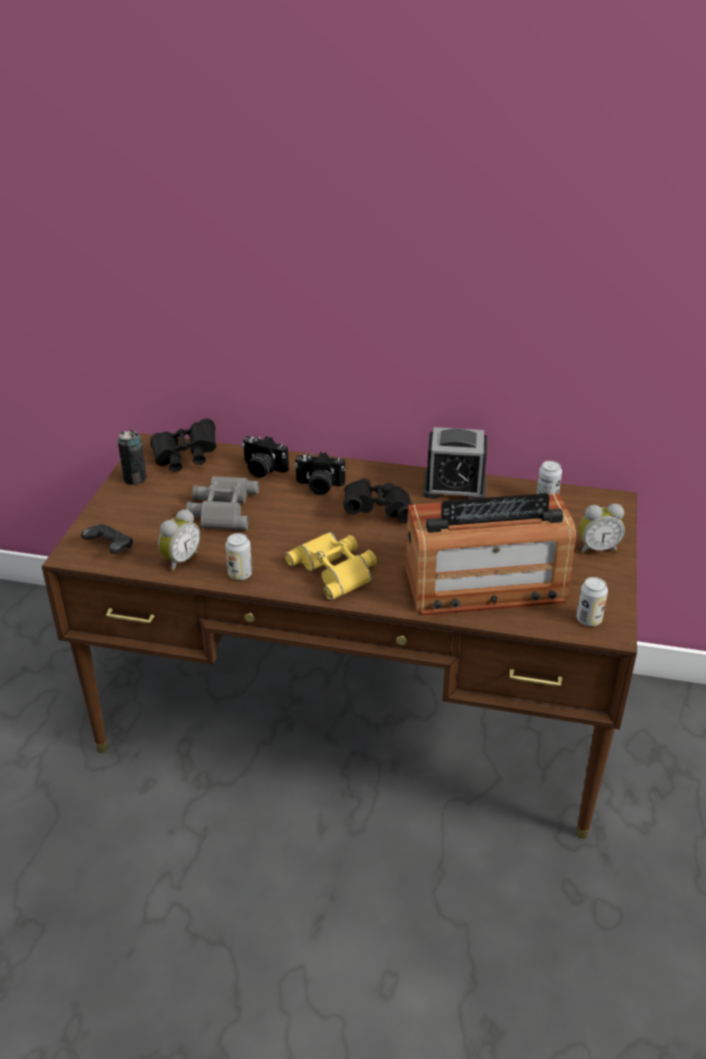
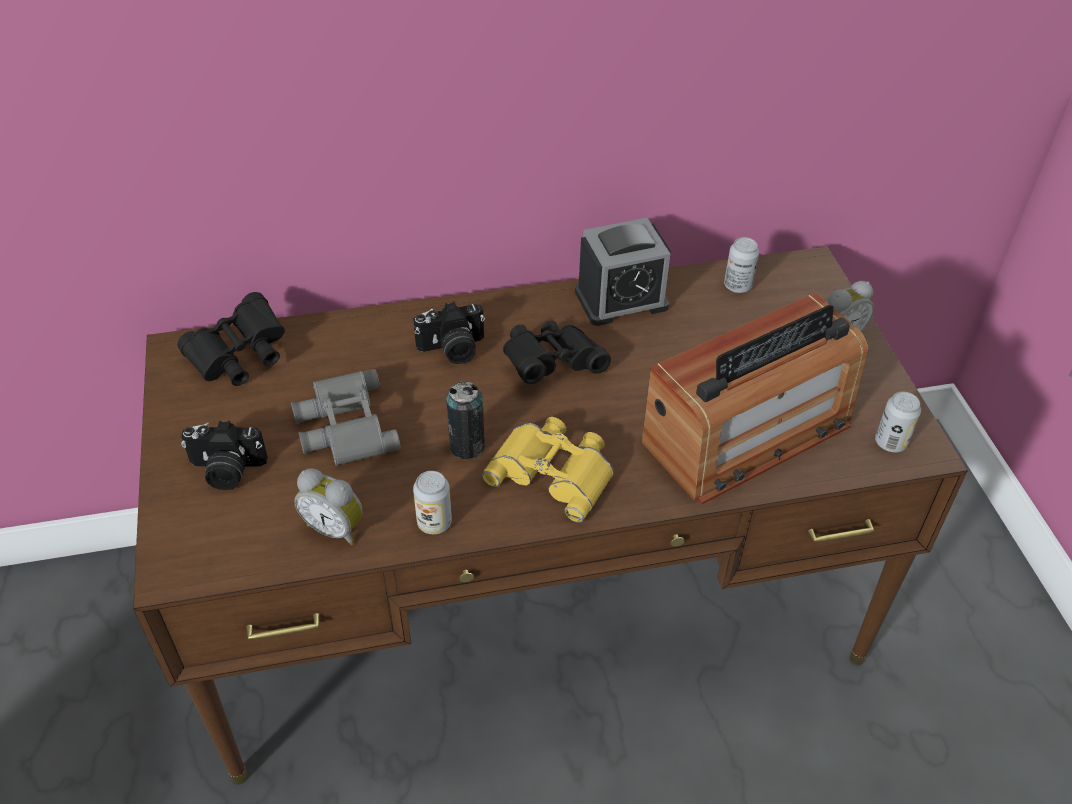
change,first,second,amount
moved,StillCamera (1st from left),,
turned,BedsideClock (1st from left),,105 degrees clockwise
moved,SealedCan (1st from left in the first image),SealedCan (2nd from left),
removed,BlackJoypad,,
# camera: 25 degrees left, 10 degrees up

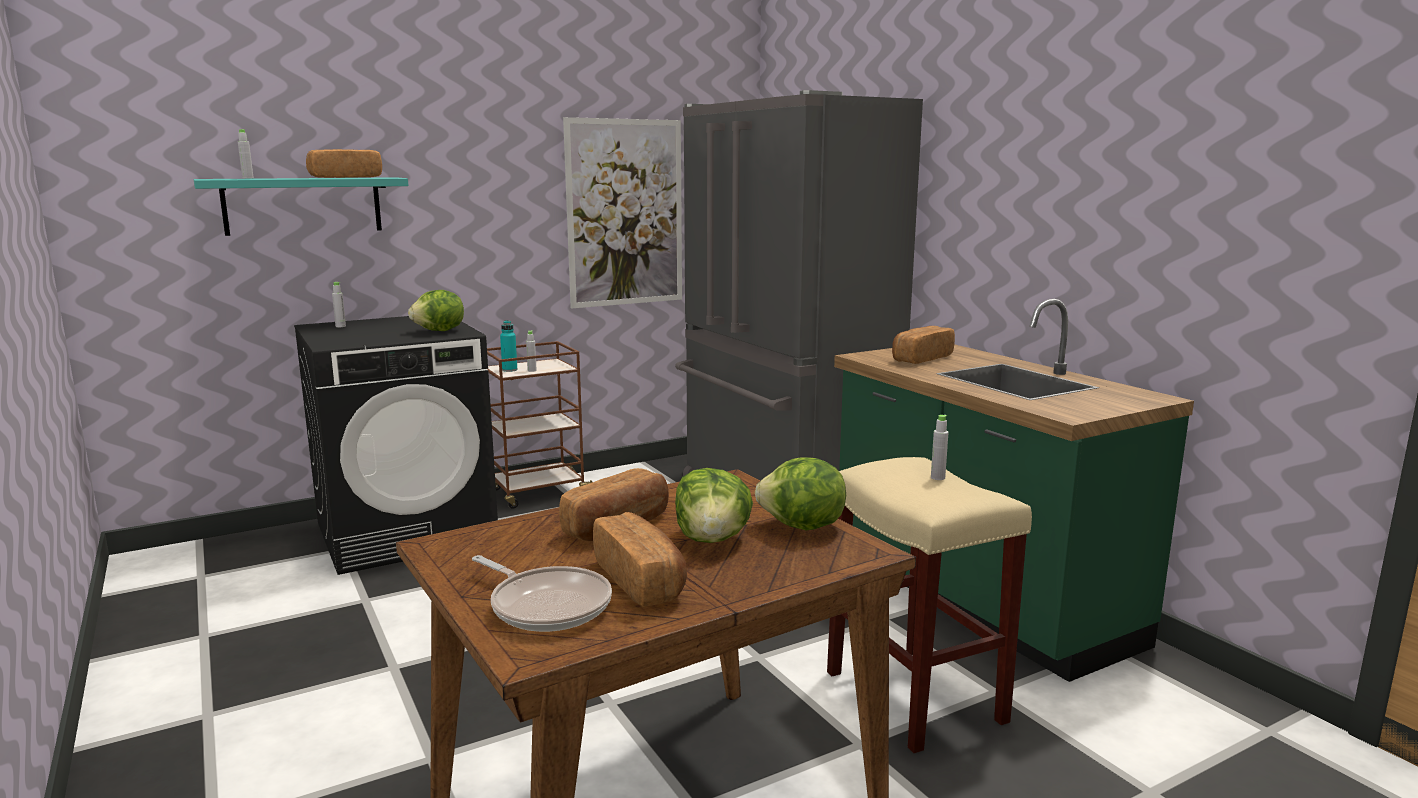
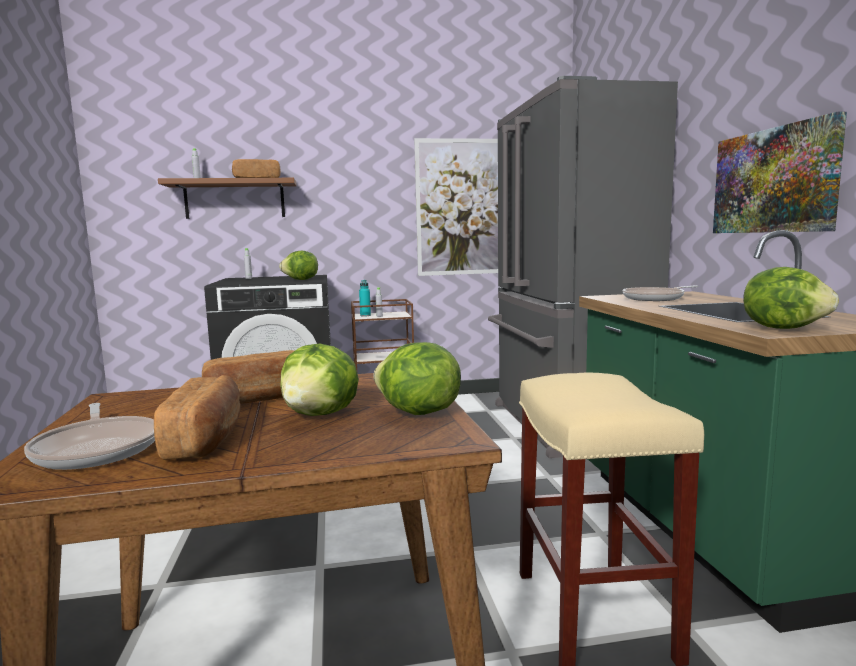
change,first,second,amount
recoloured,TurquoiseWallShelf,BrownWallShelf,
replaced,Bread (4th from left),FryingPan (2nd from left),
added,,WallArt (2nd from left),
added,,Lettuce (4th from left),
removed,GreyishDrinkBottle (4th from left),,
# camera: 20 degrees right, 5 degrees down

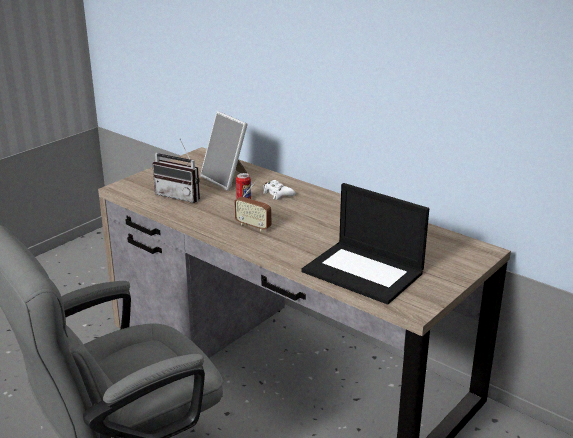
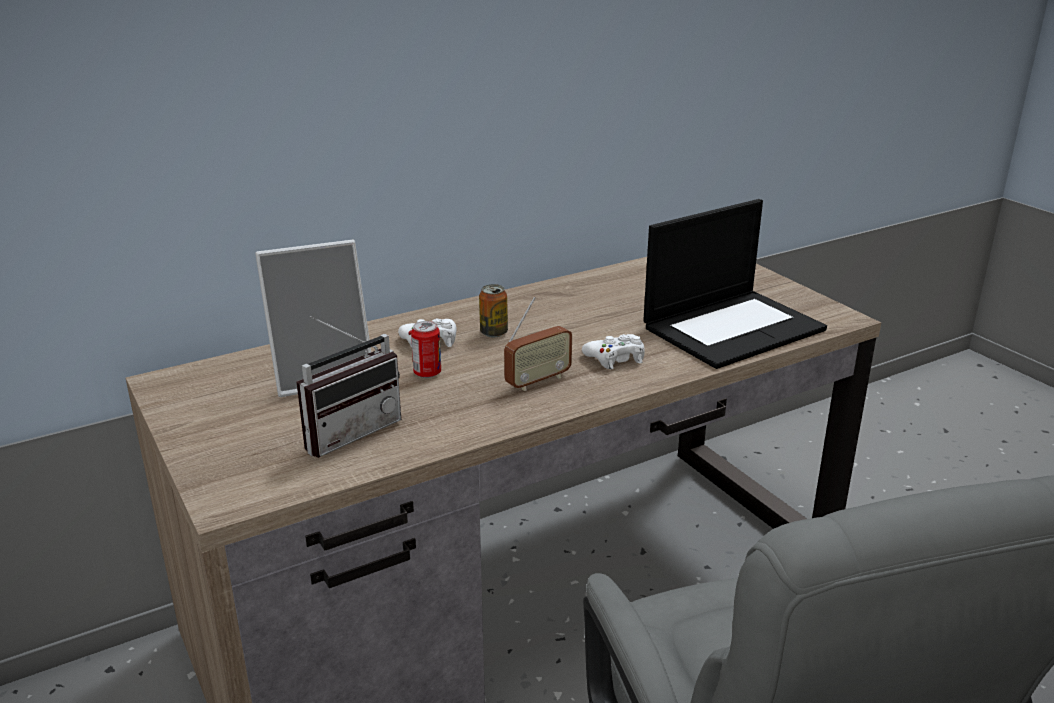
change,first,second,amount
added,,SealedCan (2nd from left),
added,,WhitishJoypad (2nd from left),
# camera: 70 degrees left, 0 degrees up

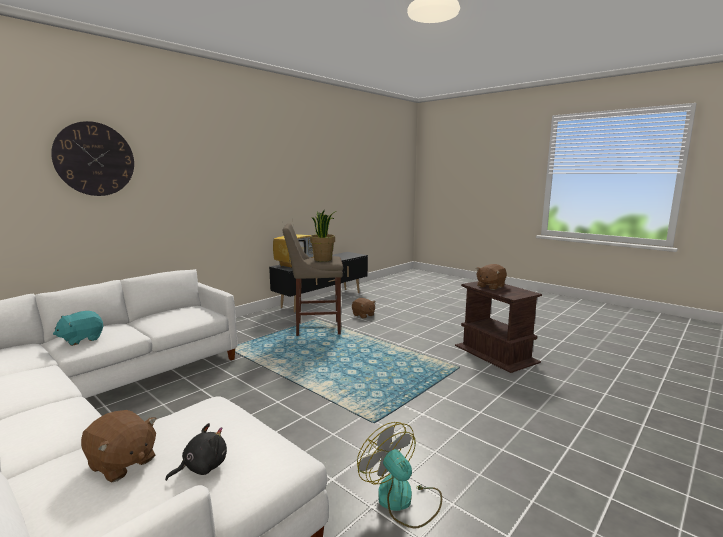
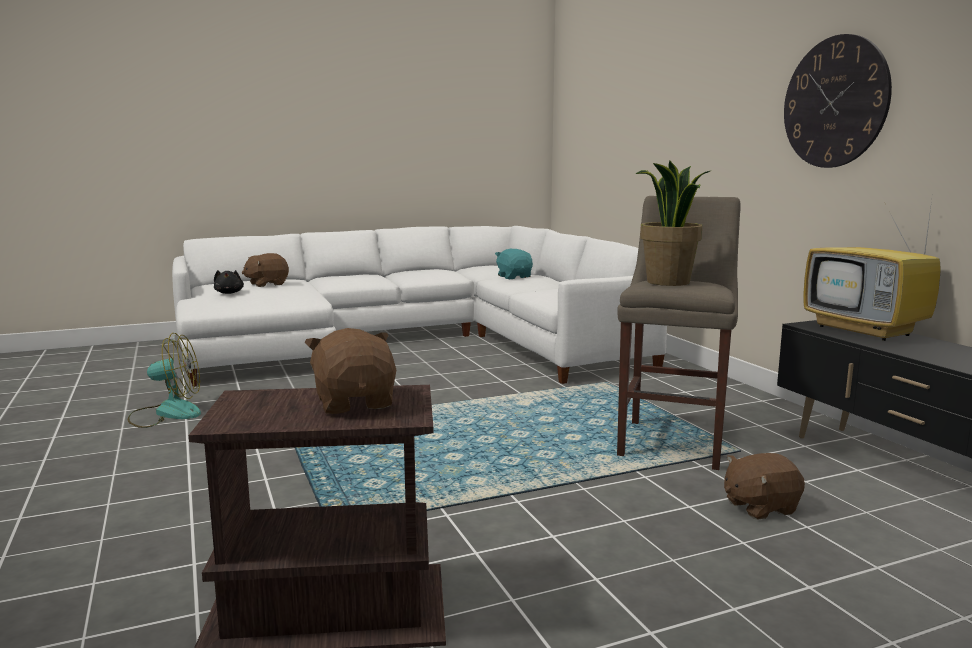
change,first,second,amount
moved,ClockOnTheWall,,
# camera: 115 degrees right, 0 degrees up

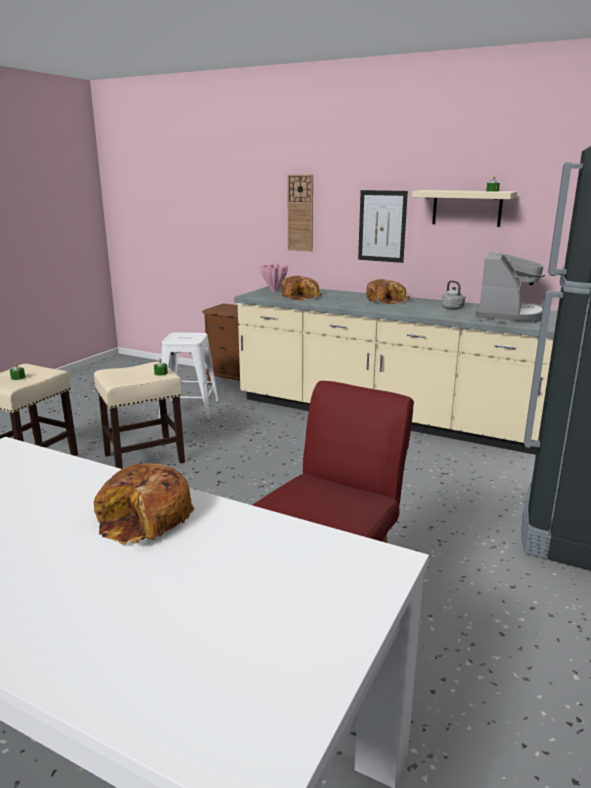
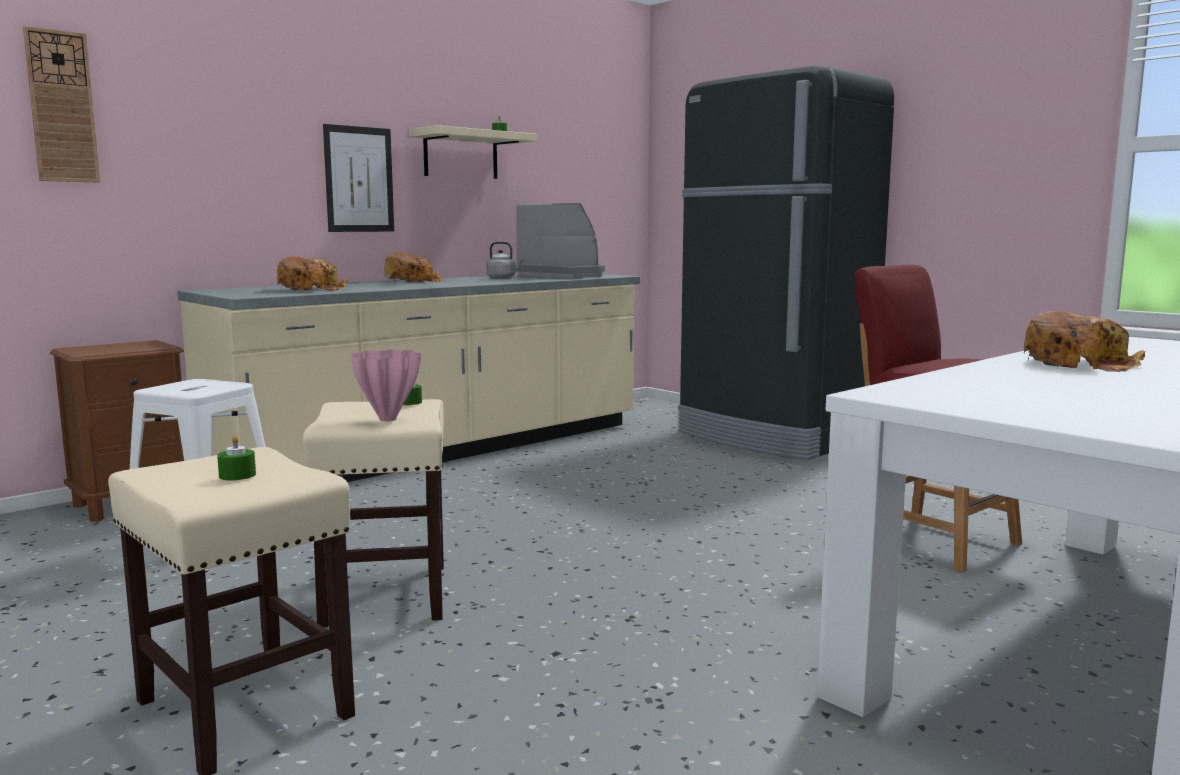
change,first,second,amount
moved,ClockOnTheWall,,
moved,PinkDecorativeVase,,
# camera: 70 degrees left, 10 degrees down

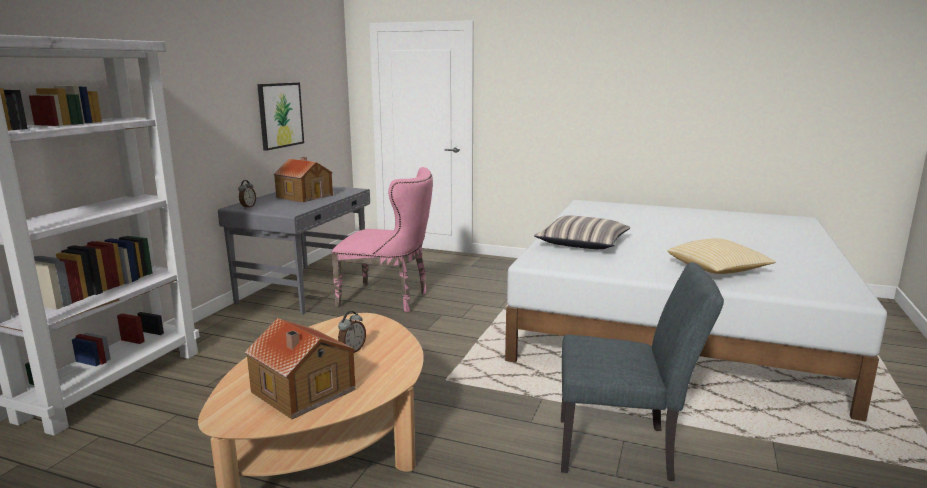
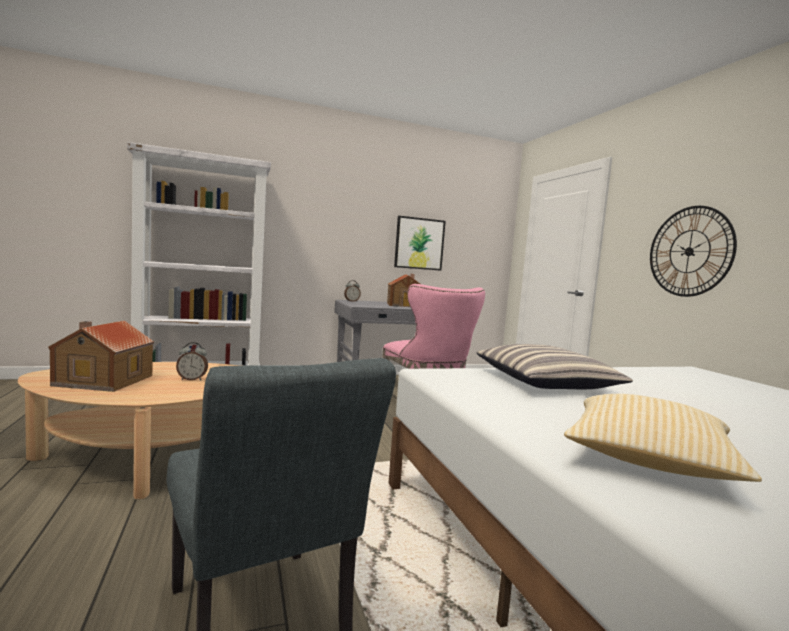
change,first,second,amount
added,,ClockOnTheWall,
# camera: 50 degrees right, 10 degrees down

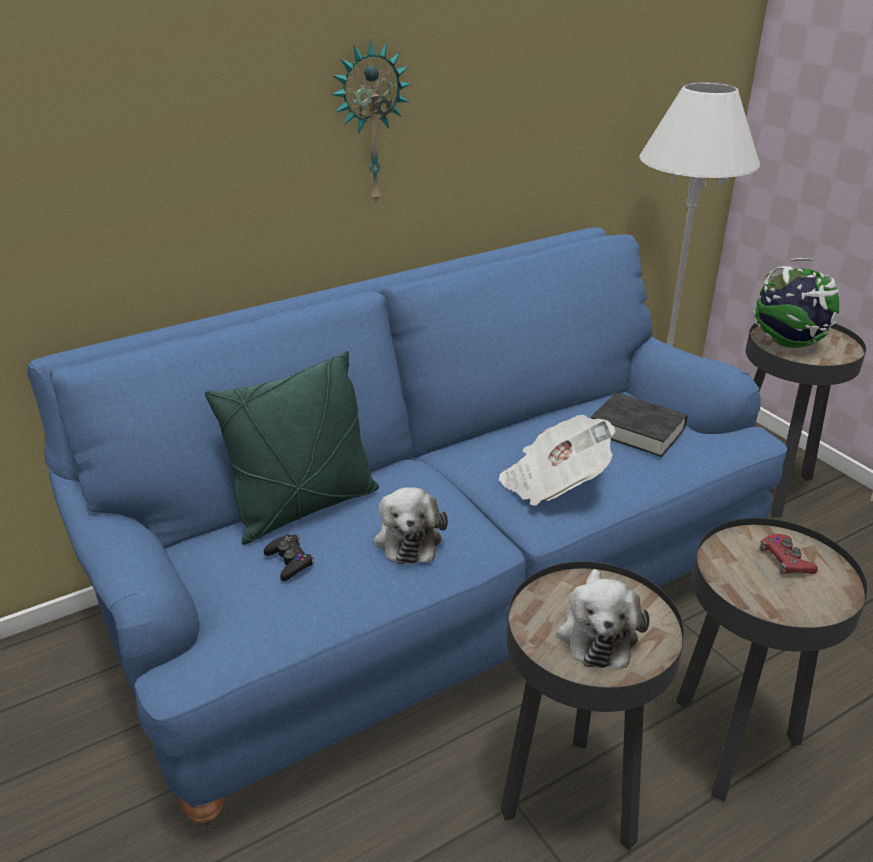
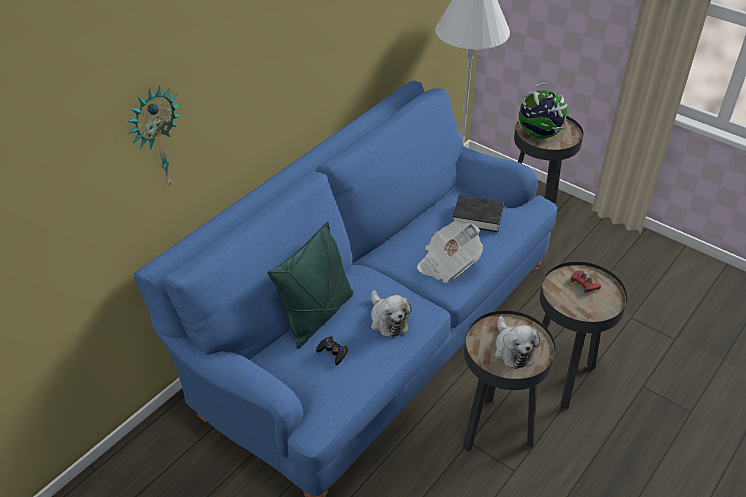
change,first,second,amount
moved,ClockOnTheWall,,
# camera: 20 degrees left, 10 degrees up

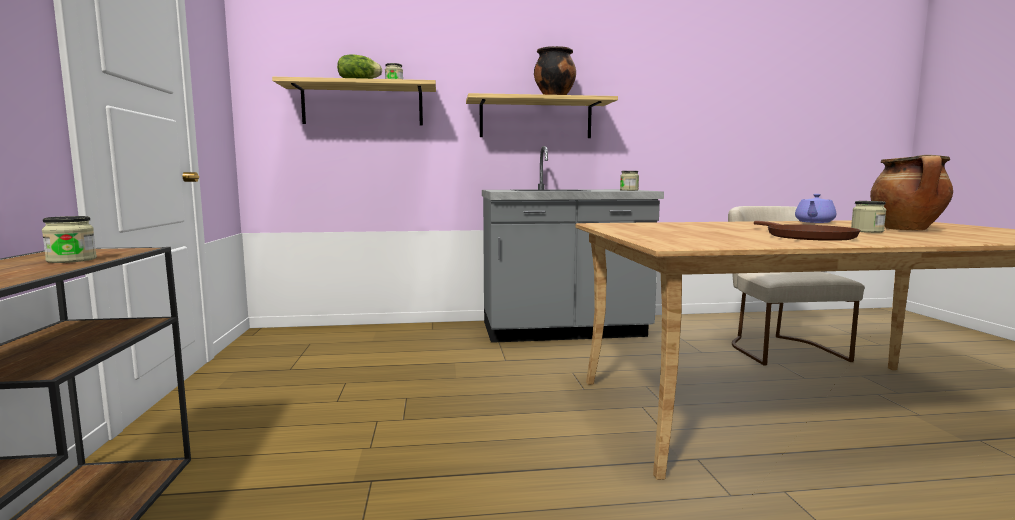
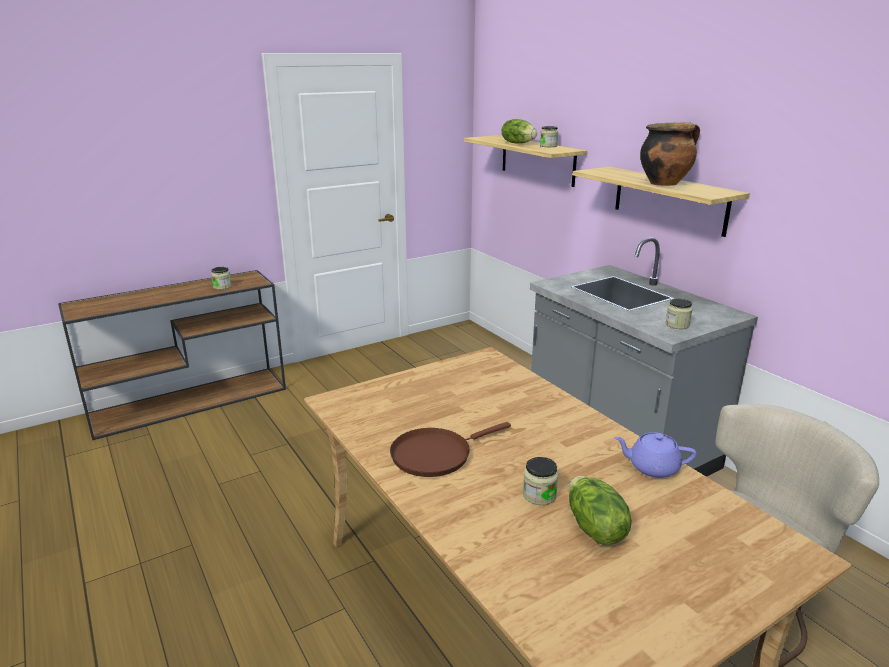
change,first,second,amount
replaced,CookingPot (2nd from left),Lettuce (2nd from left),
# camera: 65 degrees right, 15 degrees up

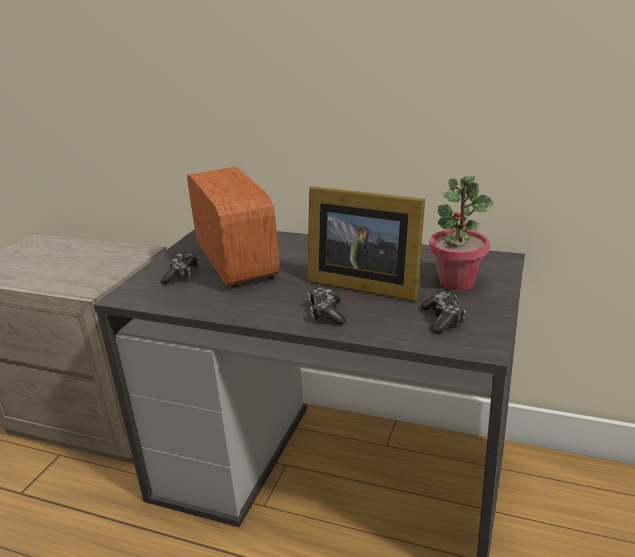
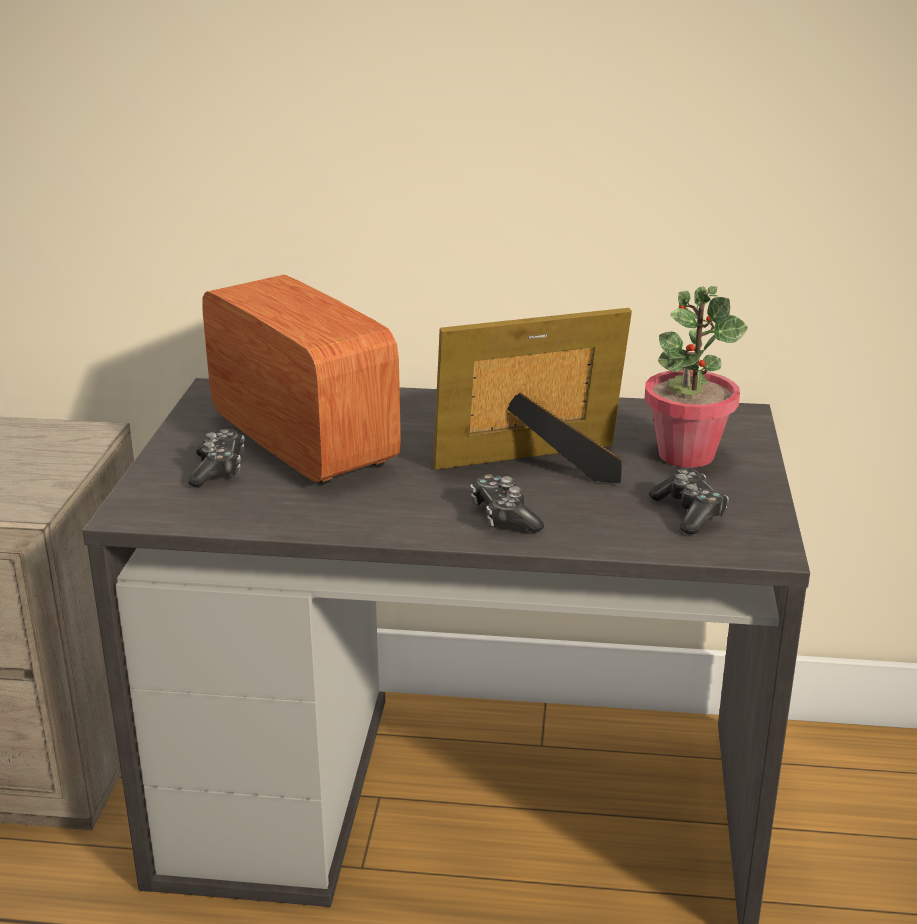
change,first,second,amount
turned,PictureFrame,,150 degrees clockwise
# camera: 15 degrees left, 0 degrees up

